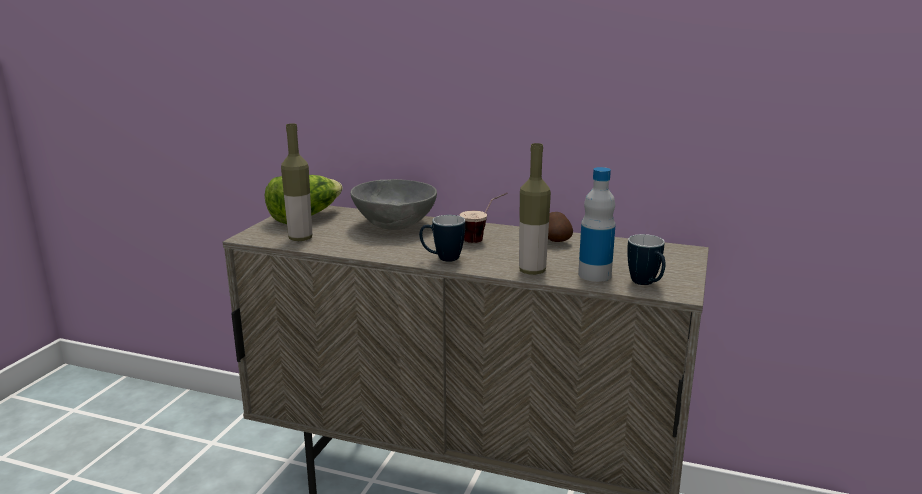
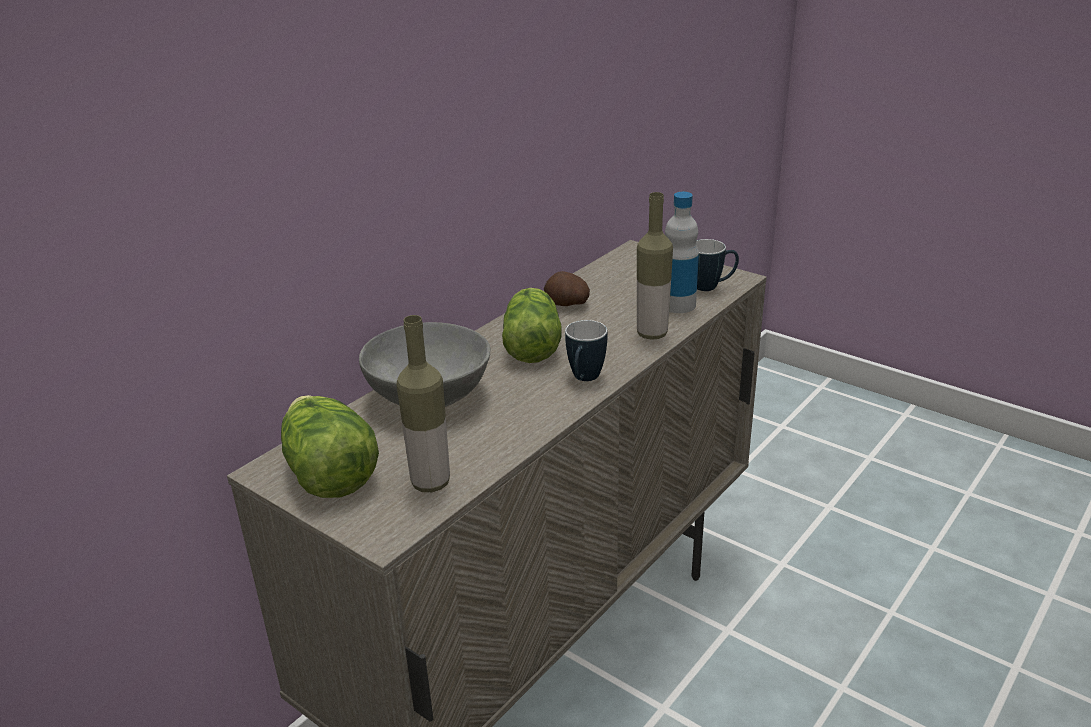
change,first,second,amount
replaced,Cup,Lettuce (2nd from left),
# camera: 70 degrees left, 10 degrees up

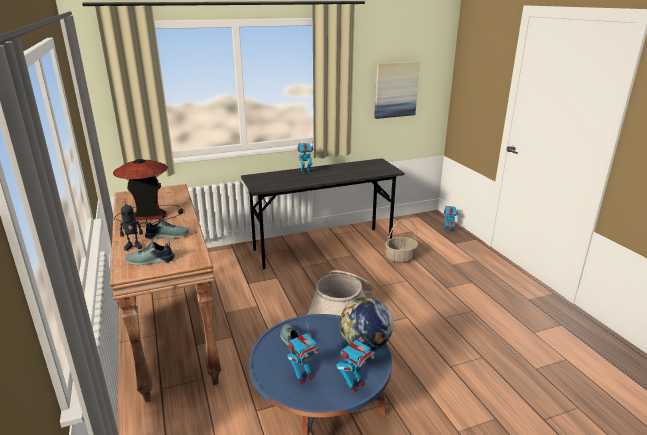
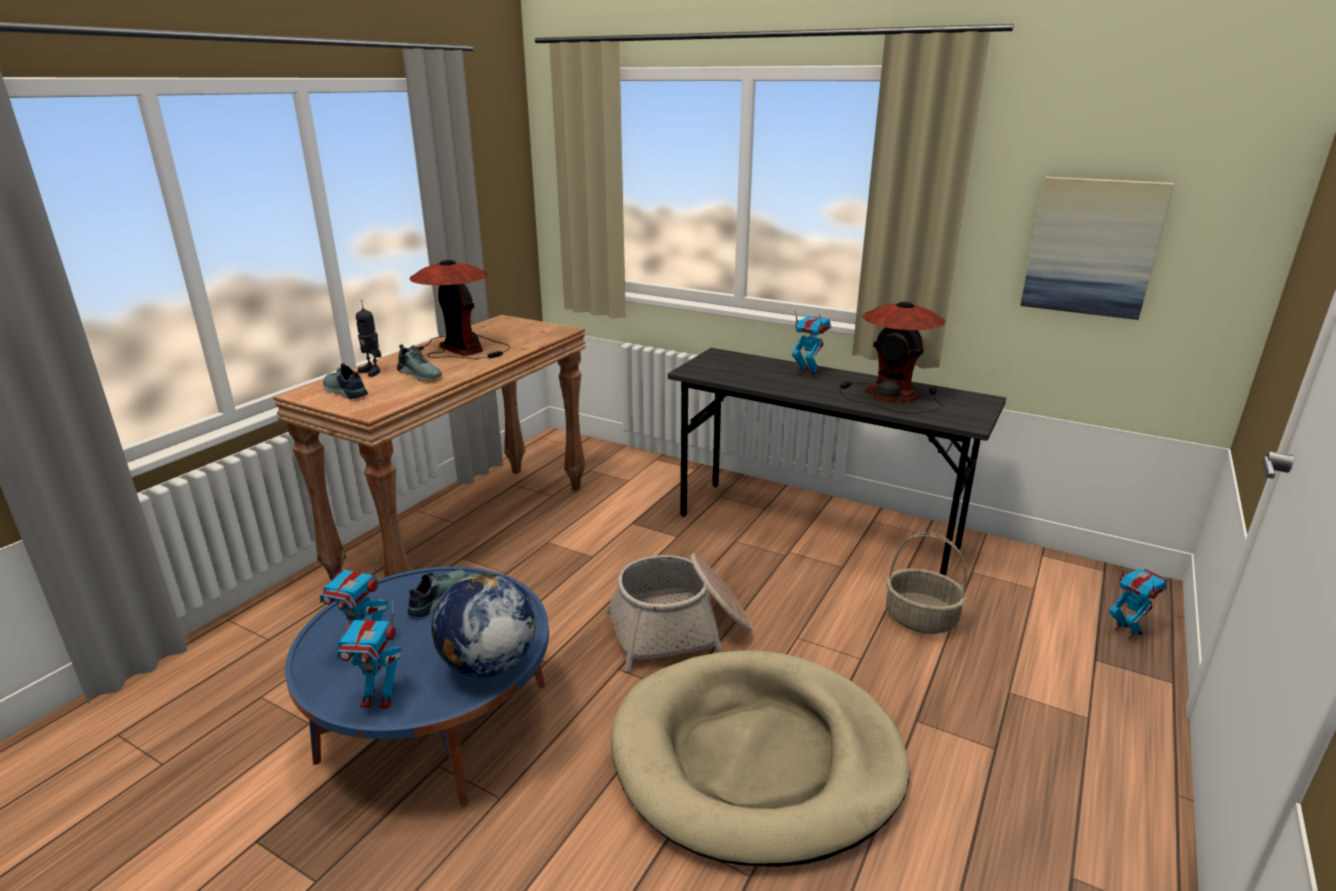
change,first,second,amount
added,,SandColouredPetBed,
added,,LampForATable (2nd from left),
# camera: 50 degrees right, 0 degrees up

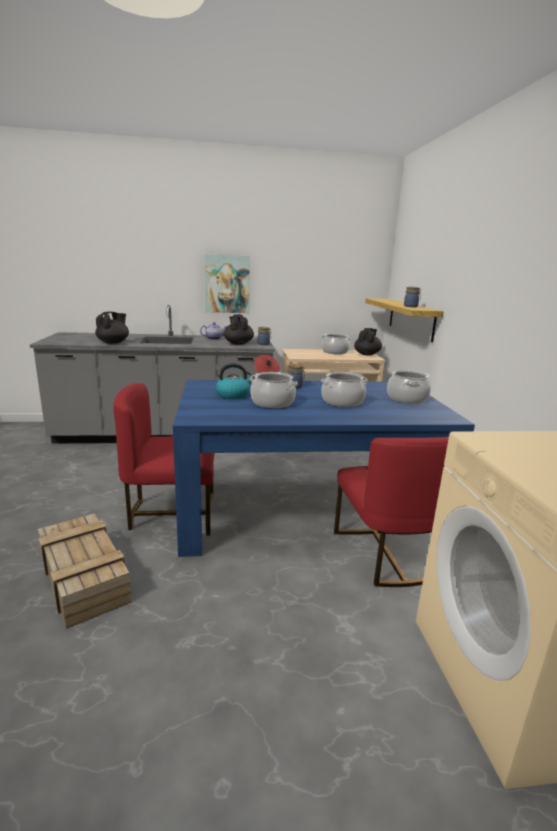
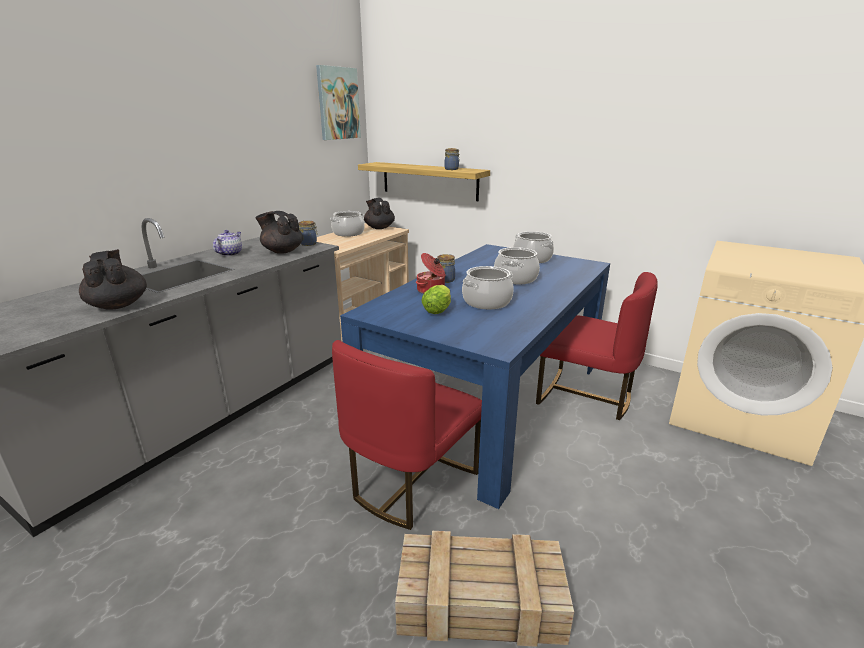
change,first,second,amount
moved,WallArt,,
replaced,TeaKettle,Lettuce,
# camera: 50 degrees left, 5 degrees up

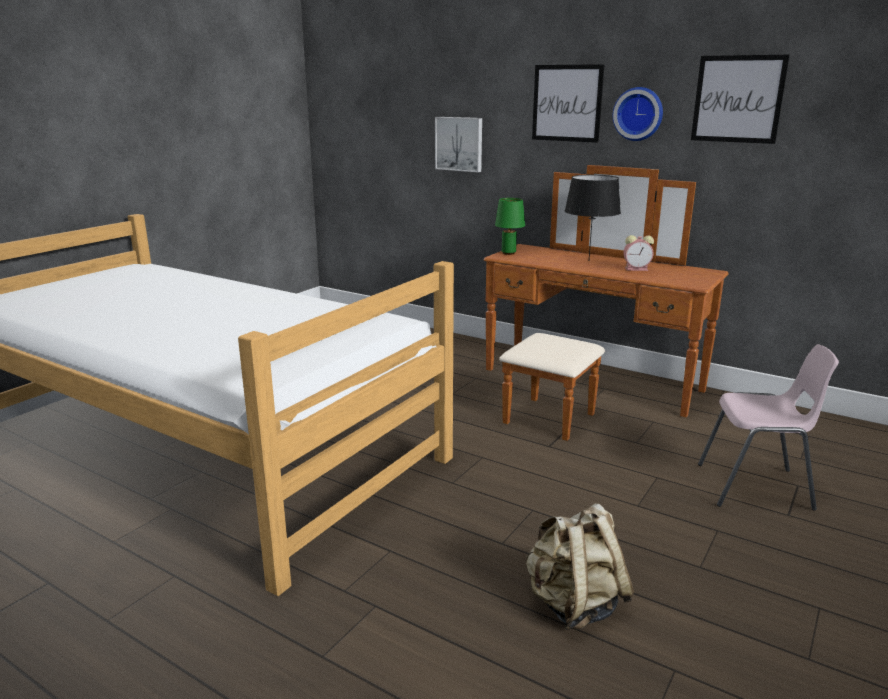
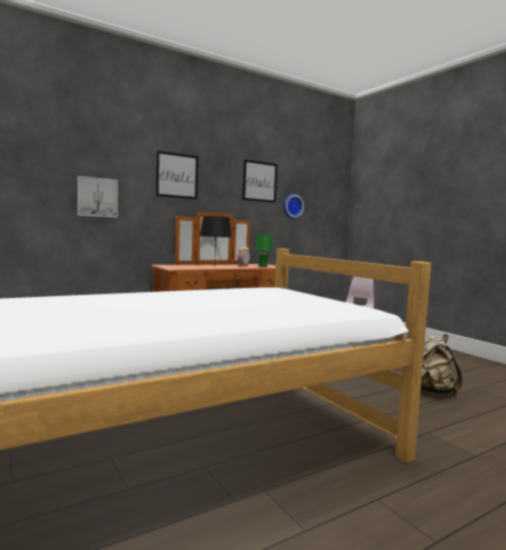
change,first,second,amount
moved,GreenLampForATable,,
moved,ClockOnTheWall,,
# camera: 65 degrees left, 15 degrees down

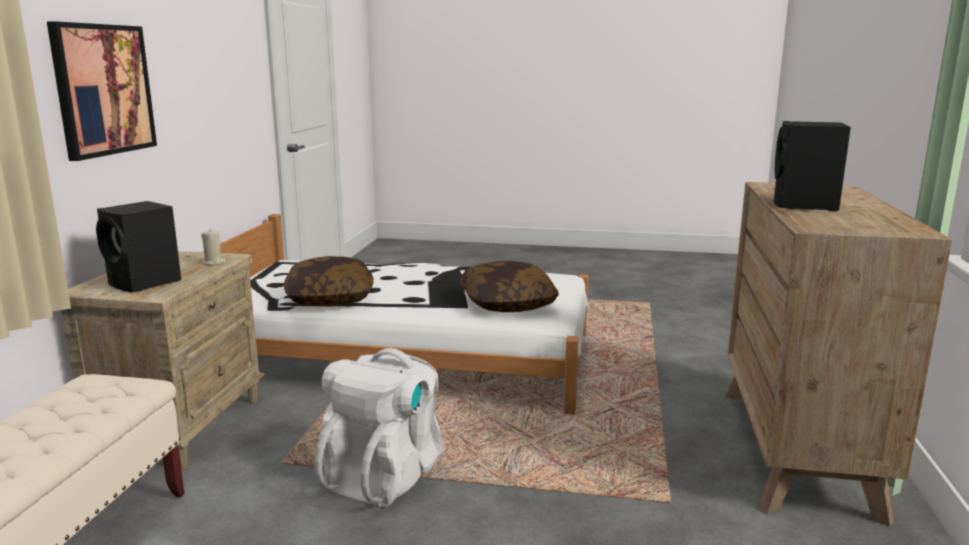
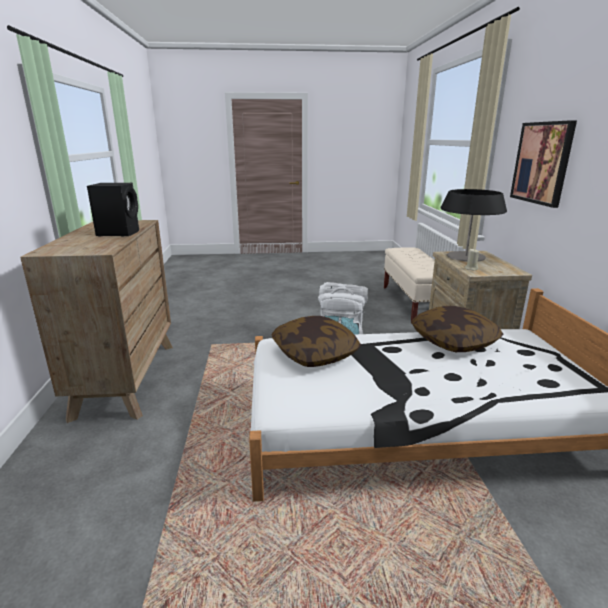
change,first,second,amount
replaced,BlackLoudspeaker (1st from left),LampForATable,
# camera: 165 degrees right, 5 degrees up

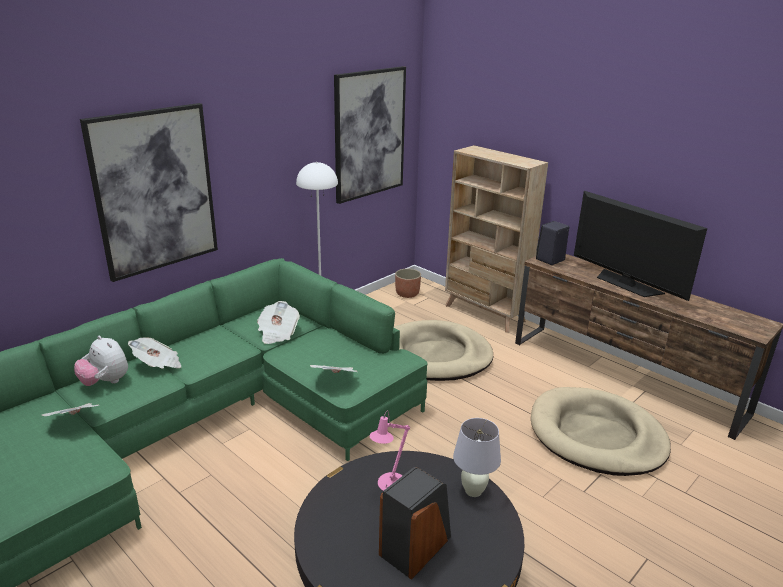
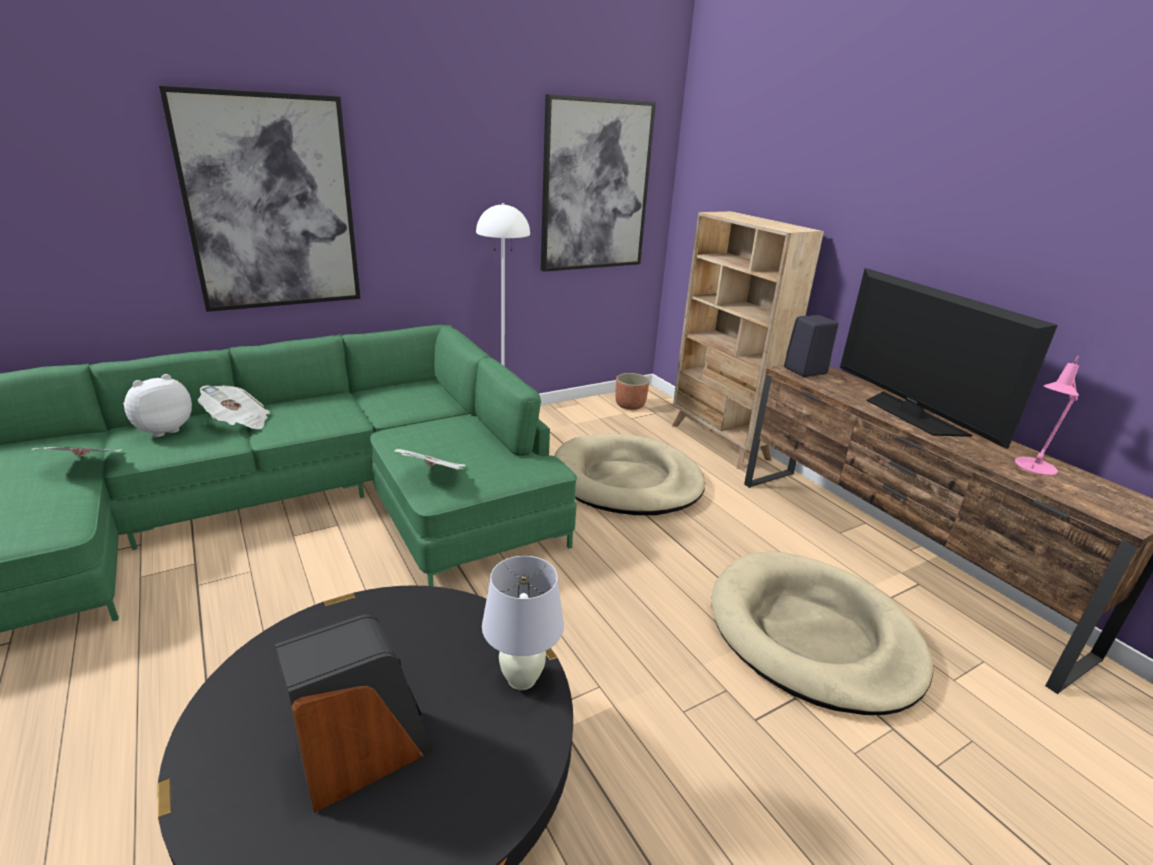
change,first,second,amount
turned,PlushToy,,75 degrees clockwise
moved,PinkLampForATable,,
removed,PrintedPaper (3rd from left),,
# camera: 15 degrees right, 0 degrees up

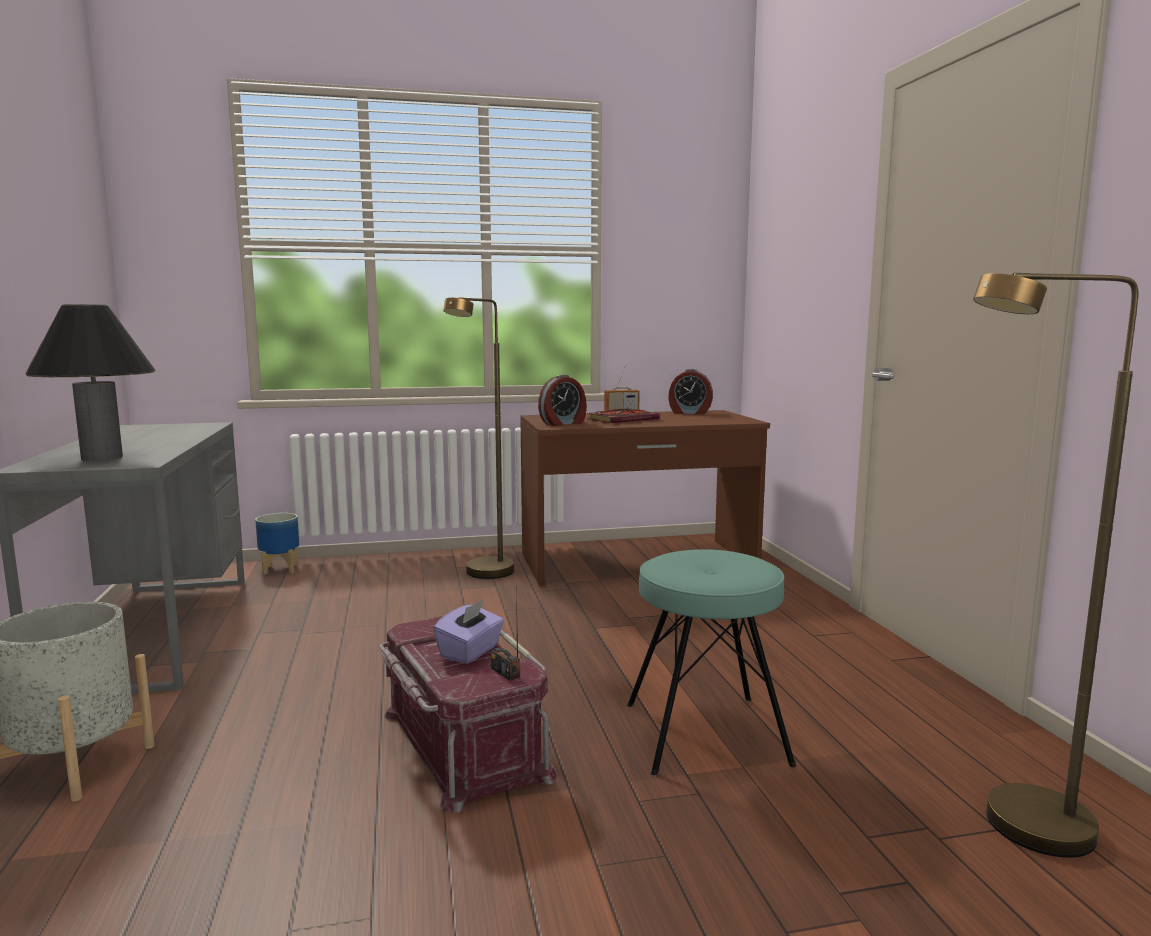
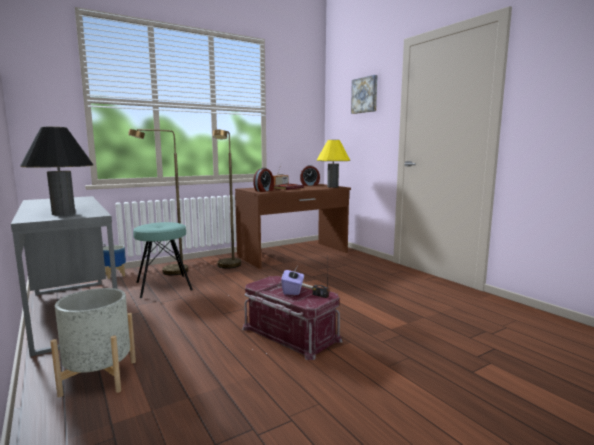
change,first,second,amount
moved,BrownStandardLamp (2nd from left in the first image),BrownStandardLamp (1st from left),
moved,TurquoiseSittingStool,,
added,,YellowColouredLampForATable,
added,,WallArt,
# camera: 20 degrees left, 0 degrees up

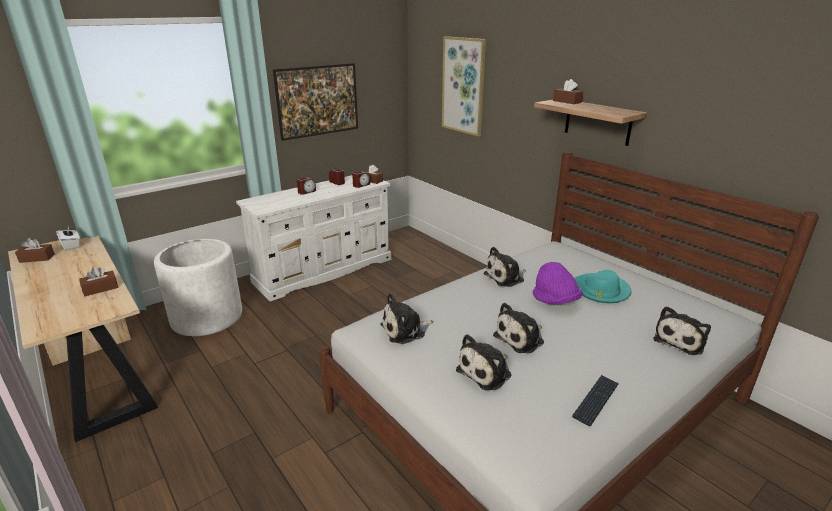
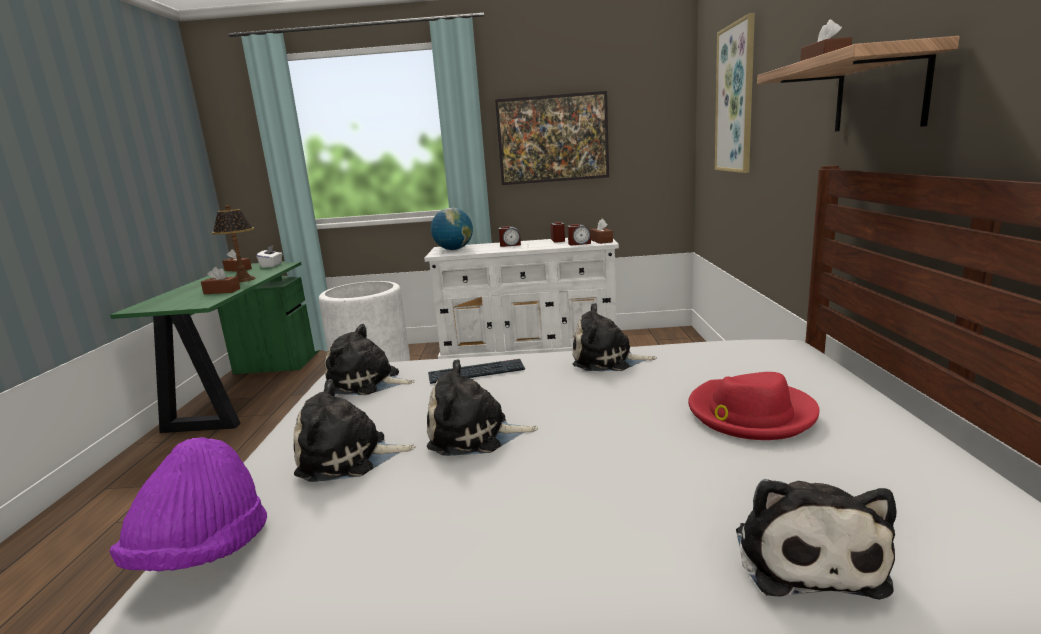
change,first,second,amount
moved,PurpleColouredWearableHat,,
recoloured,SandColouredDeskUnit,GreenDeskUnit,
added,,LampForATable,
moved,ComputerKeyboard,,
added,,Globe,
recoloured,TurquoiseWearableHat,ReddishWearableHat,
turned,PlushToy (5th from left),,75 degrees counterclockwise
# camera: 40 degrees right, 10 degrees down

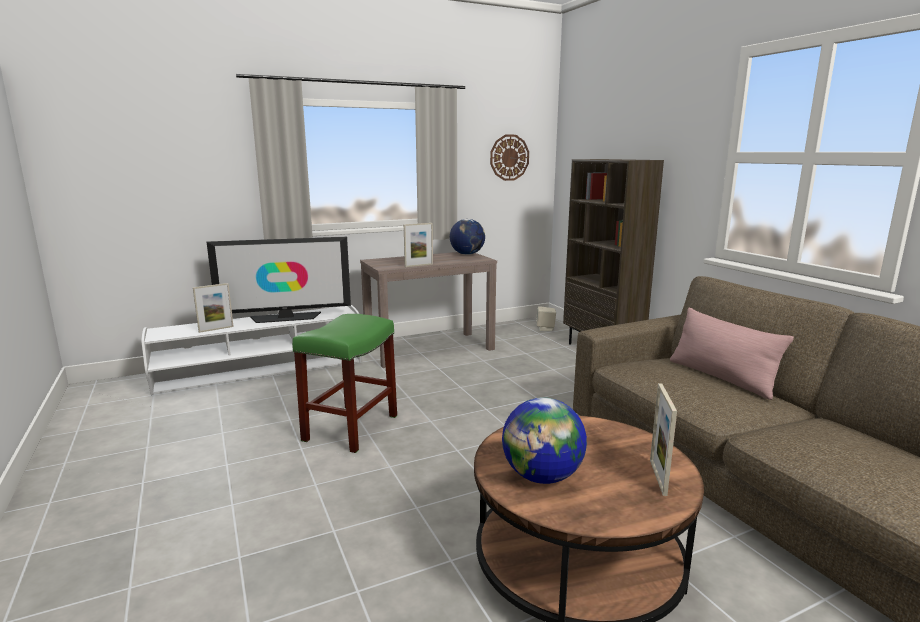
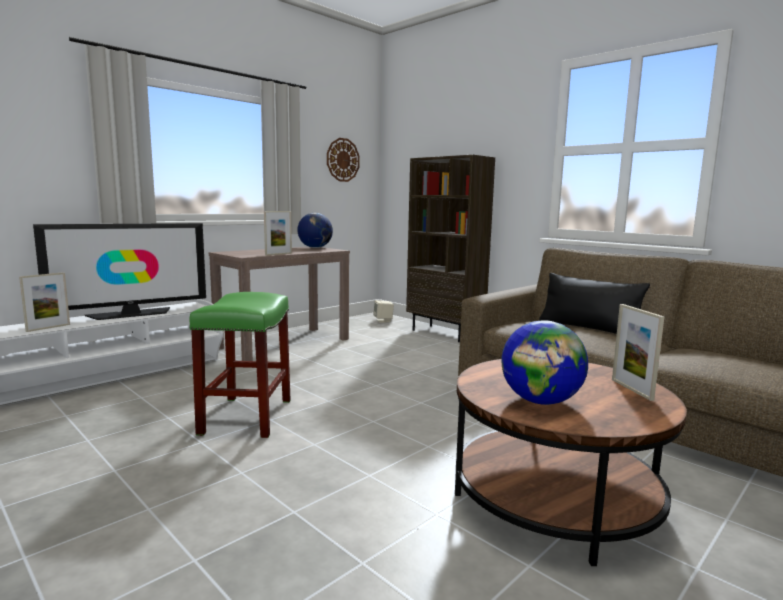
change,first,second,amount
recoloured,PinkCushion,BlackCushion,
# camera: 20 degrees left, 5 degrees down

